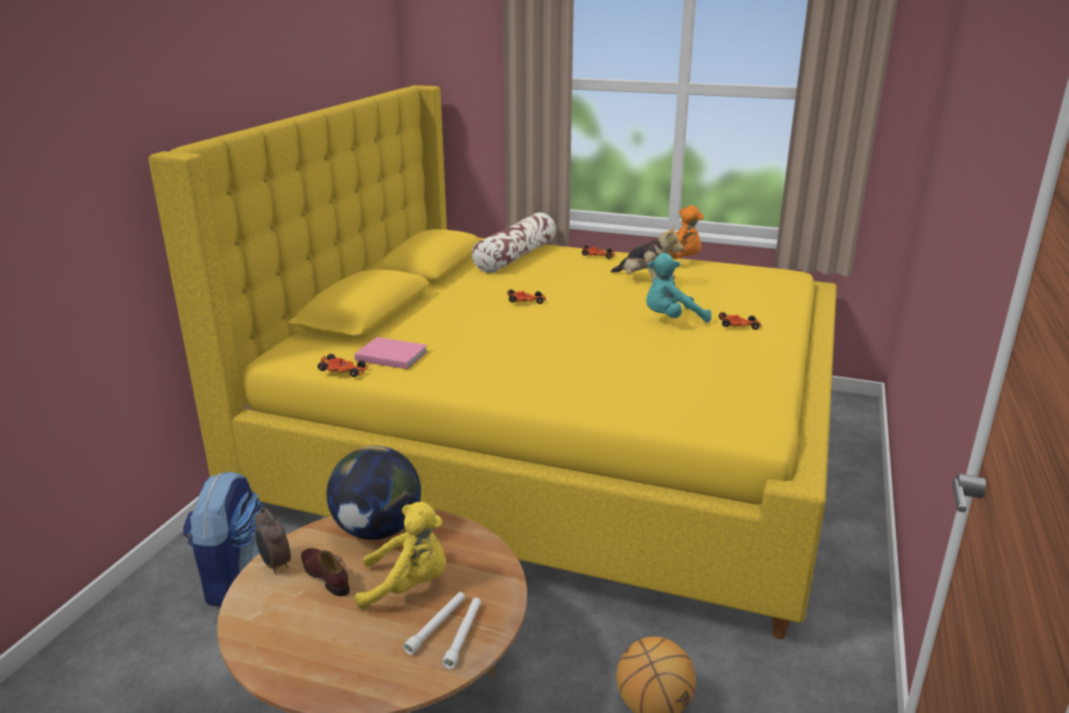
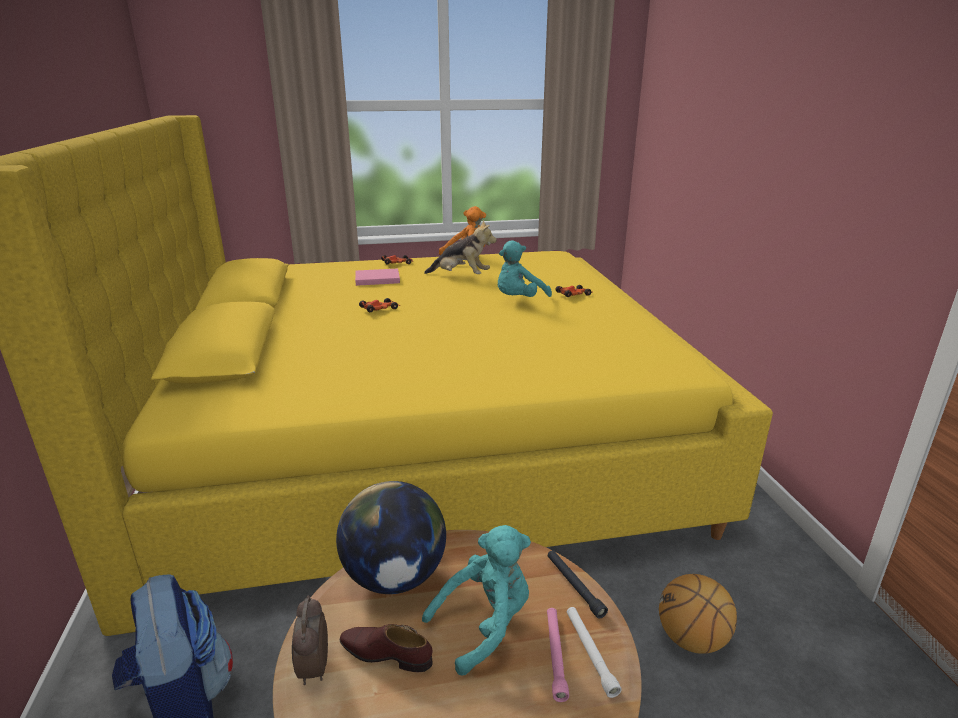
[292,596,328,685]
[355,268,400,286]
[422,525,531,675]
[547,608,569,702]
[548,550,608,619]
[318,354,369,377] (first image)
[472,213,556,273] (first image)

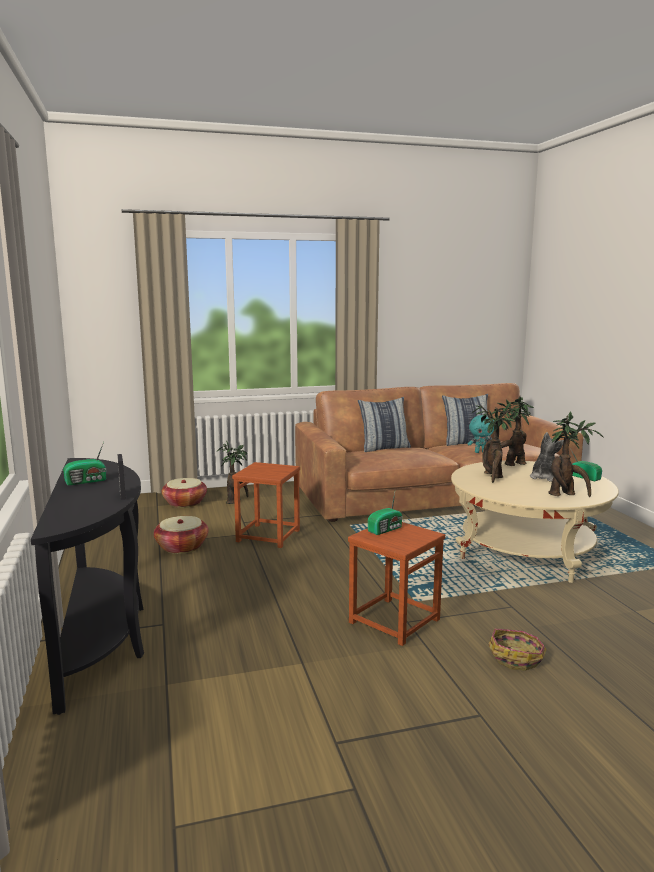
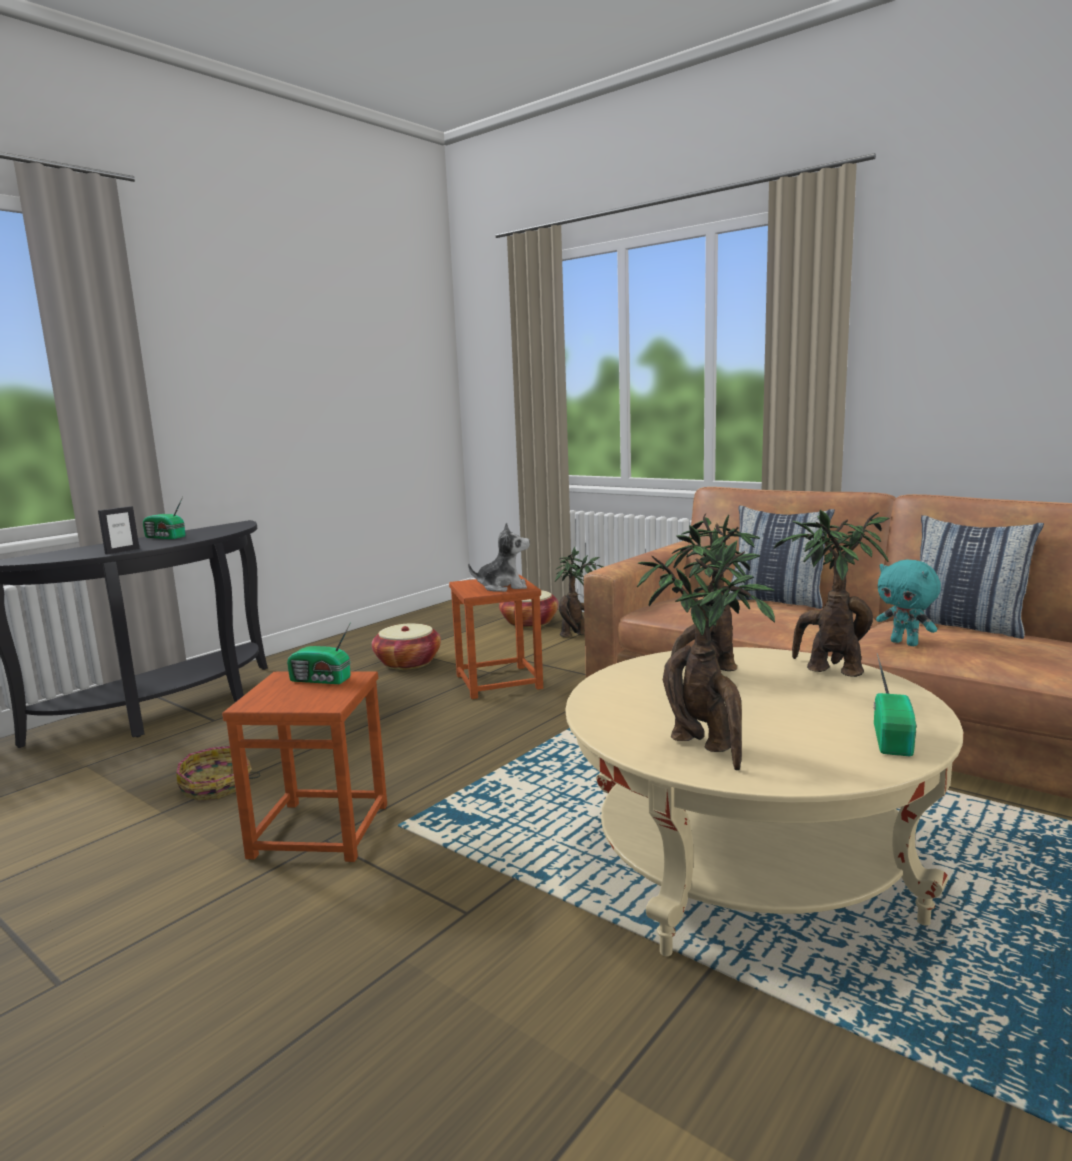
[176,746,261,801]
[468,522,530,592]

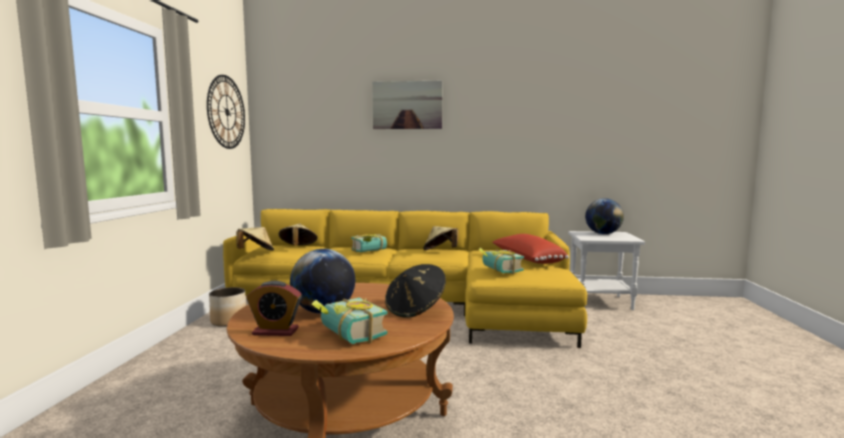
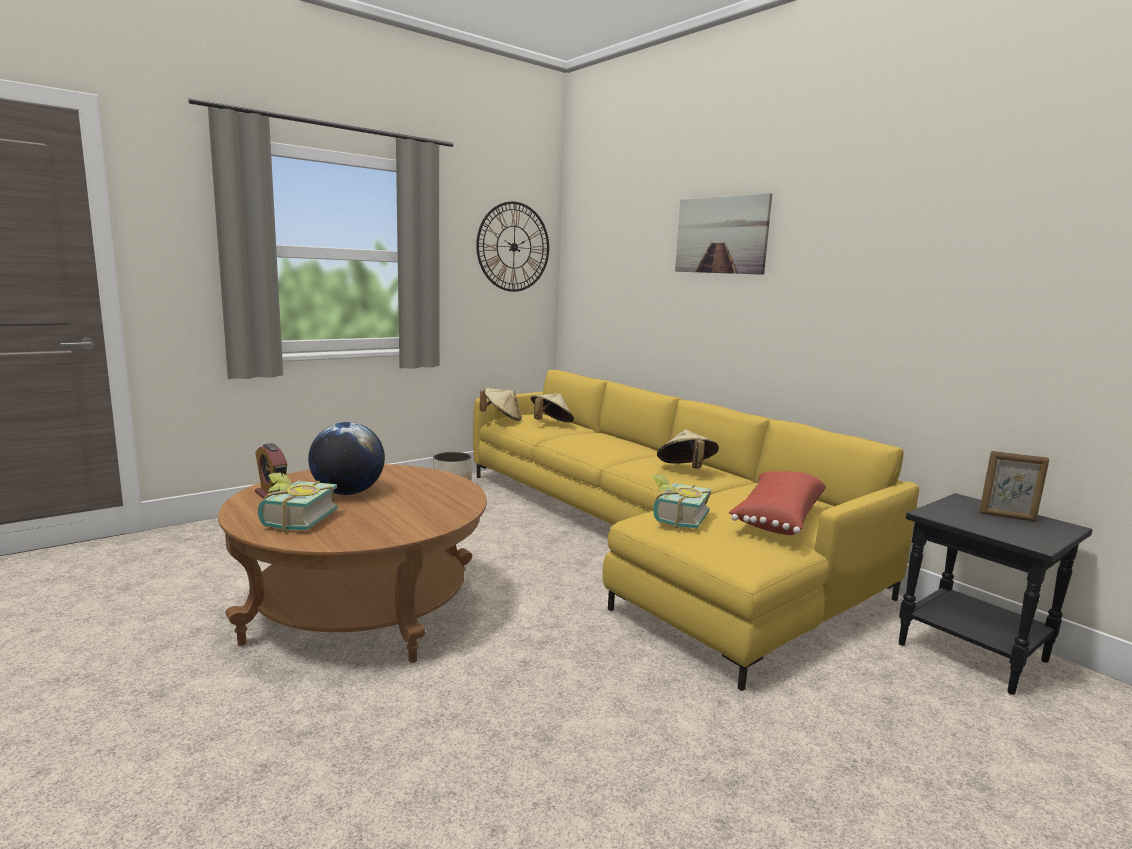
[899,493,1092,695]
[979,451,1049,522]
[351,234,387,252] (first image)
[385,264,446,318] (first image)

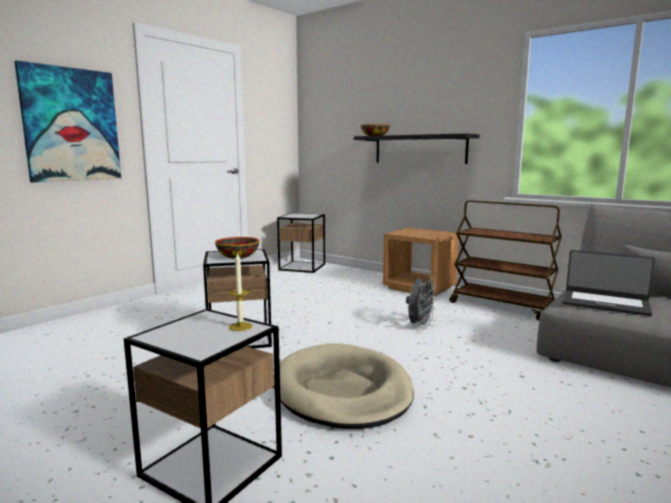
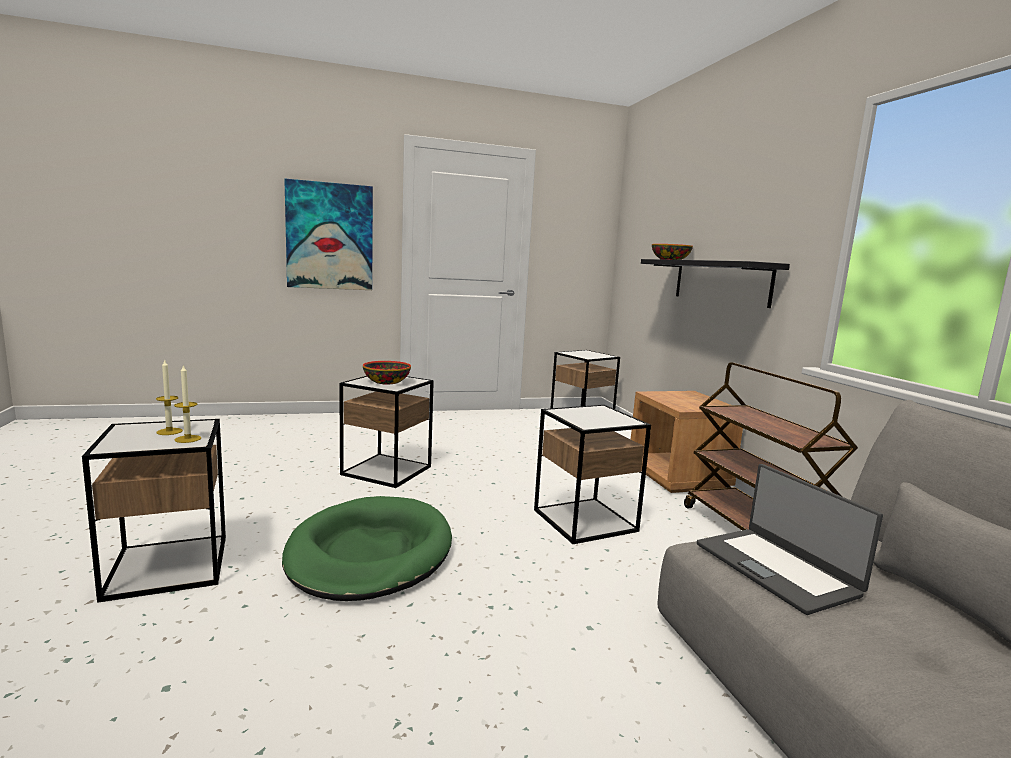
[156,359,183,435]
[282,496,452,601]
[534,405,651,544]

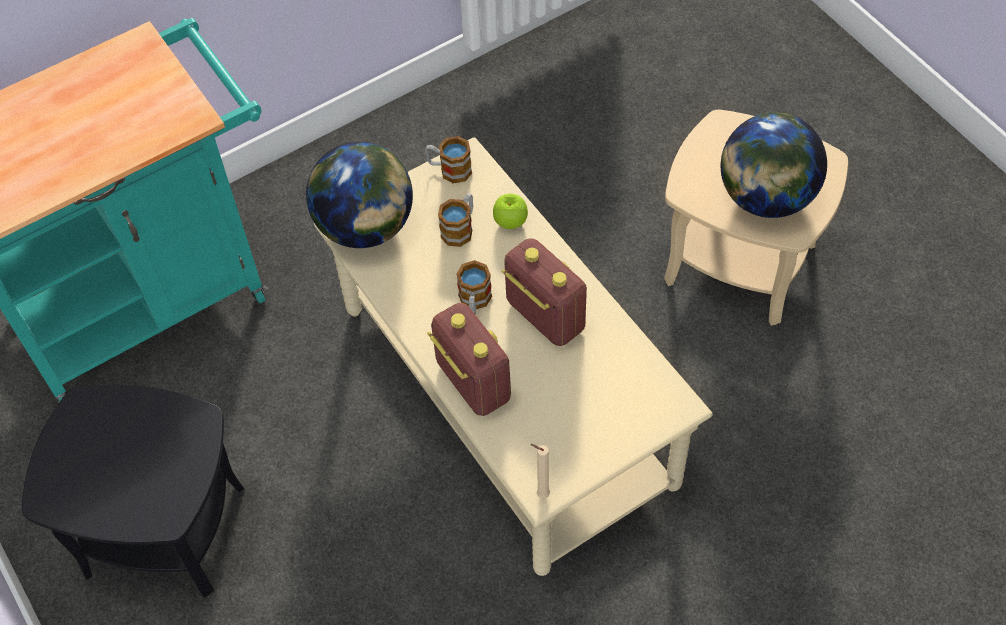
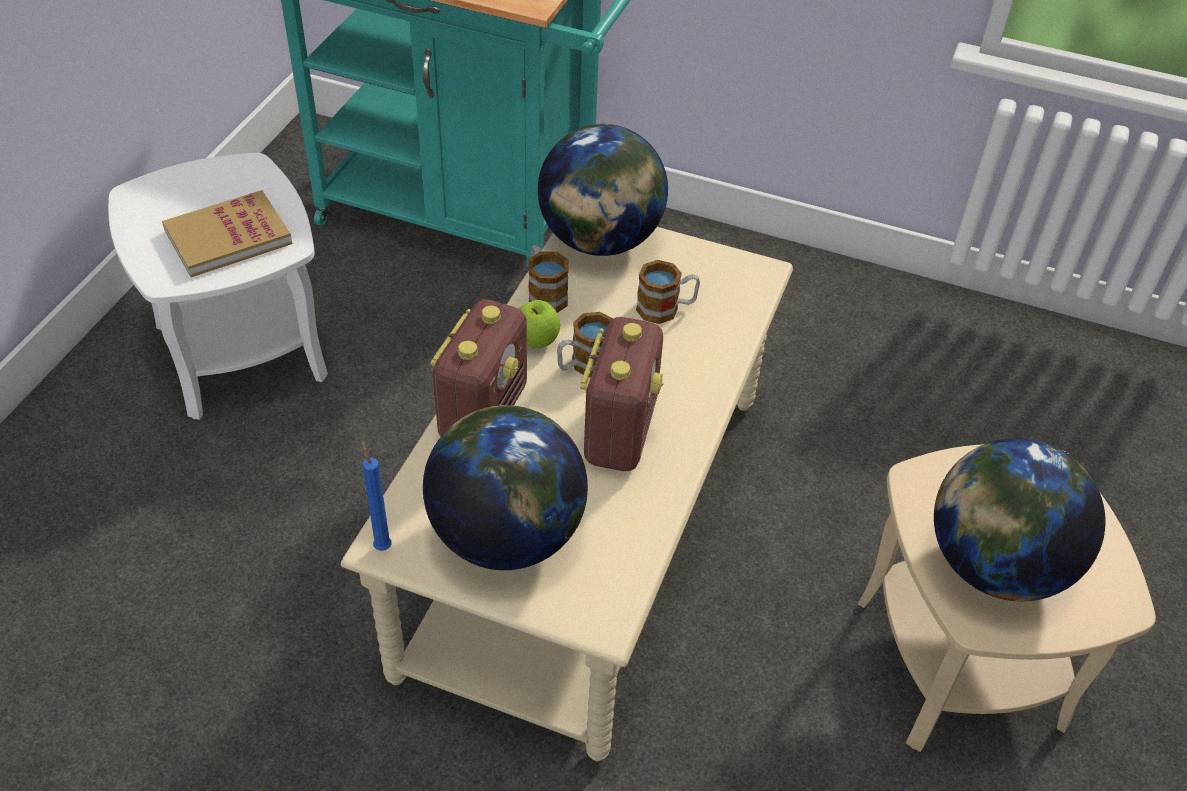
[108,153,328,420]
[162,190,292,277]
[362,442,392,551]
[423,405,588,570]
[519,300,560,348]
[528,245,569,313]

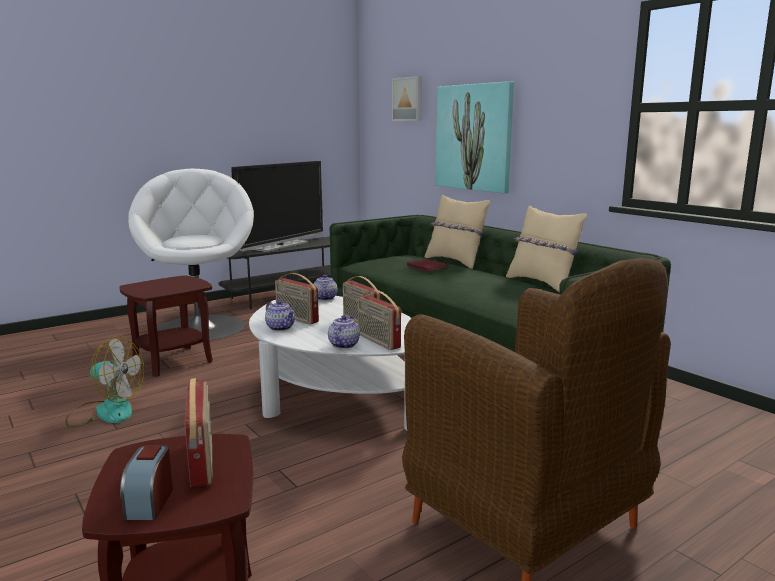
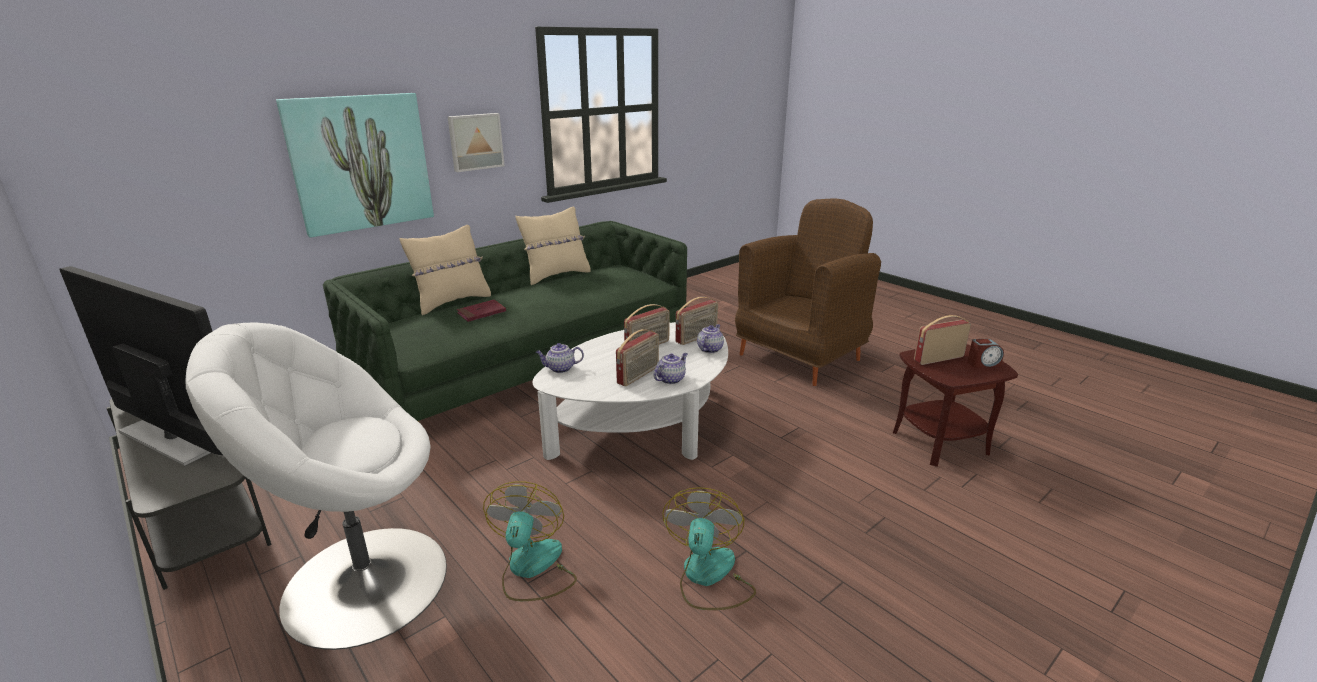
[447,113,505,172]
[483,481,577,601]
[697,324,724,353]

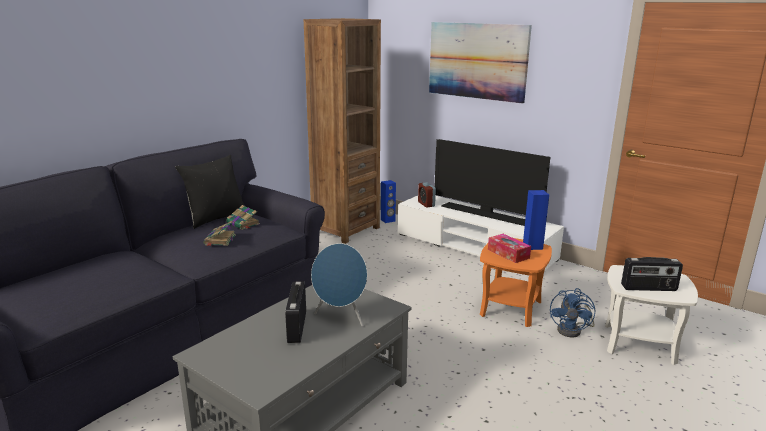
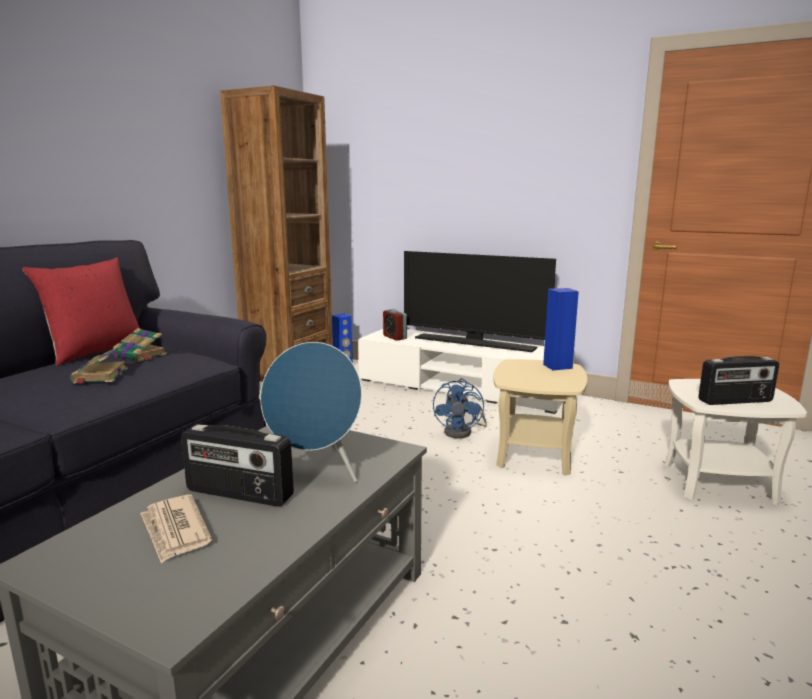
[22,258,139,366]
[140,494,212,563]
[181,424,294,507]
[433,378,487,438]
[493,359,587,476]
[429,22,532,104] (first image)
[488,234,531,263] (first image)

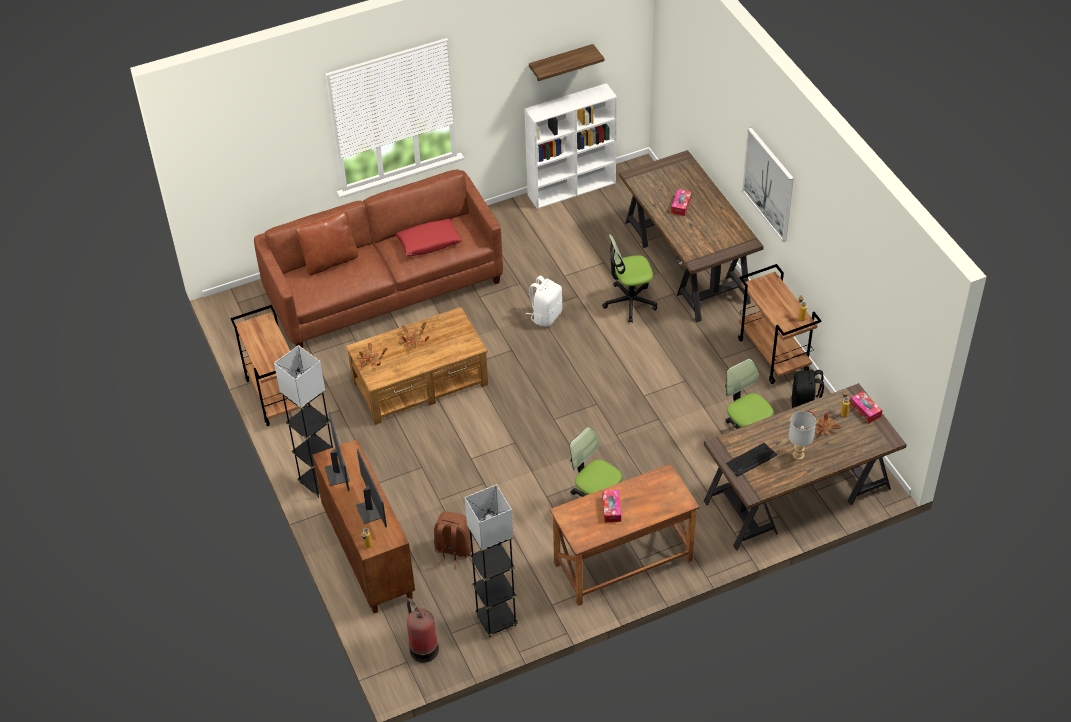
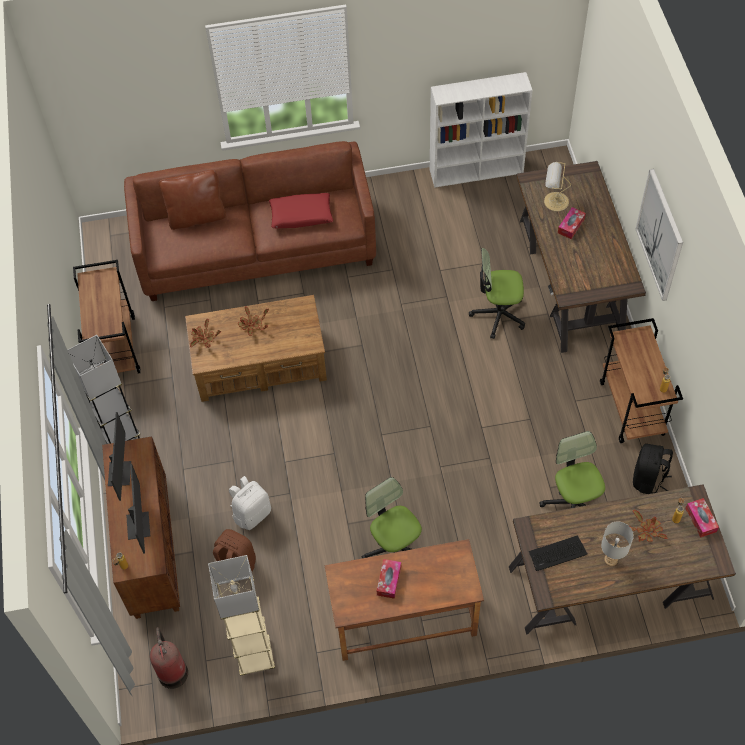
[208,555,275,675]
[229,476,271,530]
[544,162,571,211]
[529,44,604,81] (first image)

